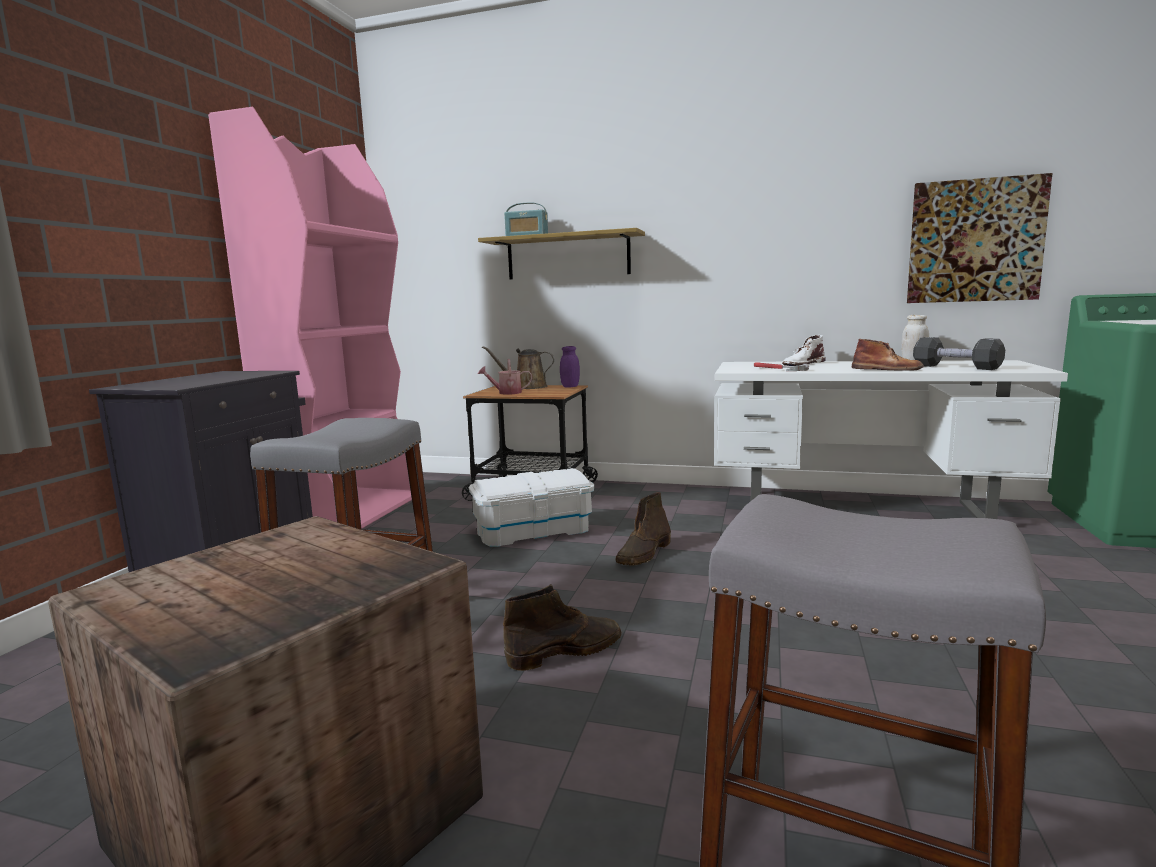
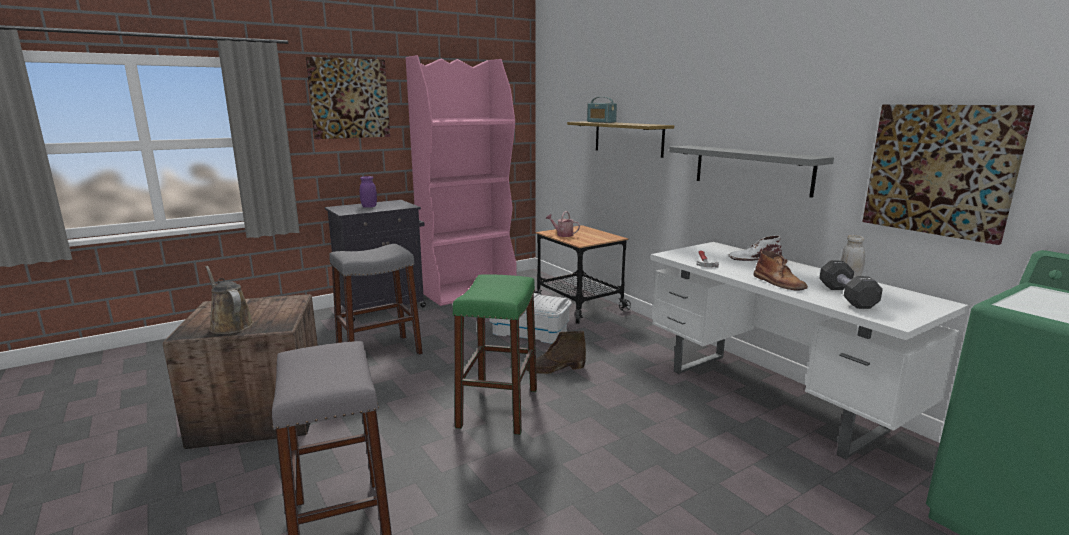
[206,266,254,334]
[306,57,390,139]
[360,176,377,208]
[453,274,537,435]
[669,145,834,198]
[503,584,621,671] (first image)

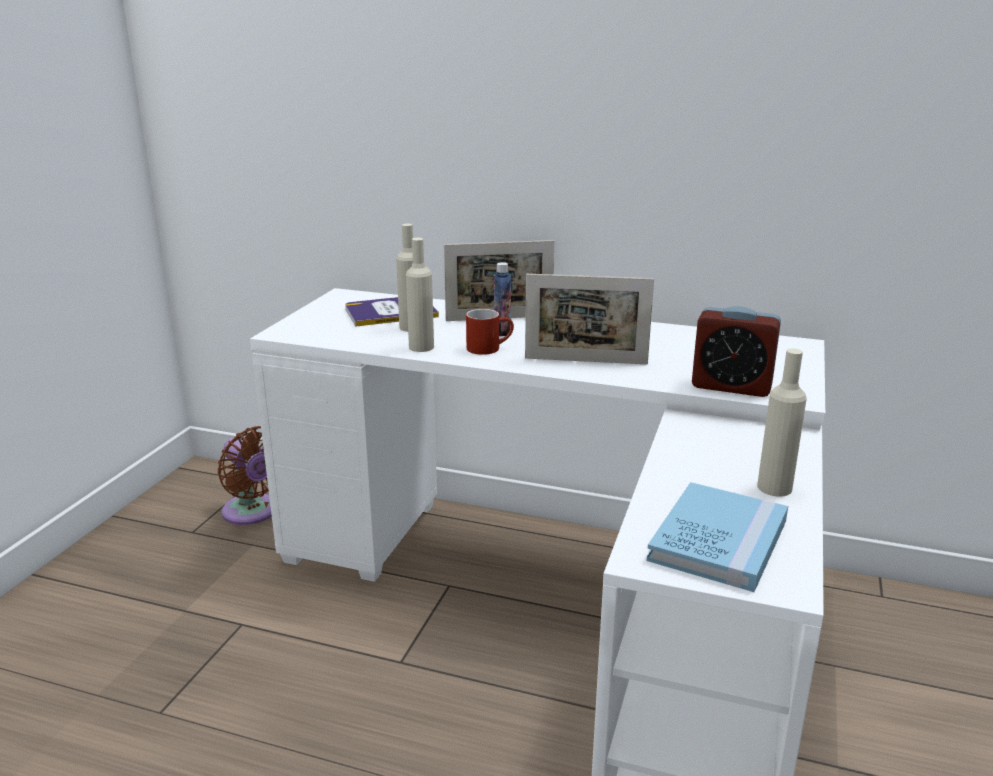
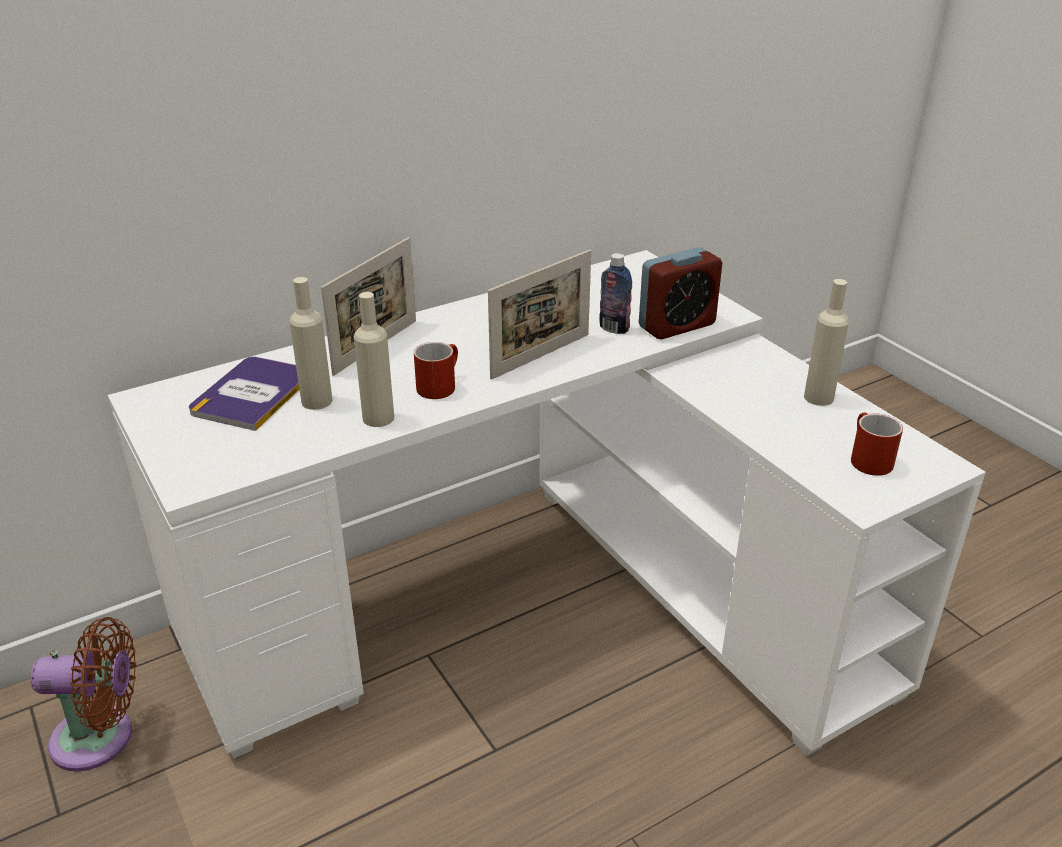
[599,253,632,334]
[851,413,903,476]

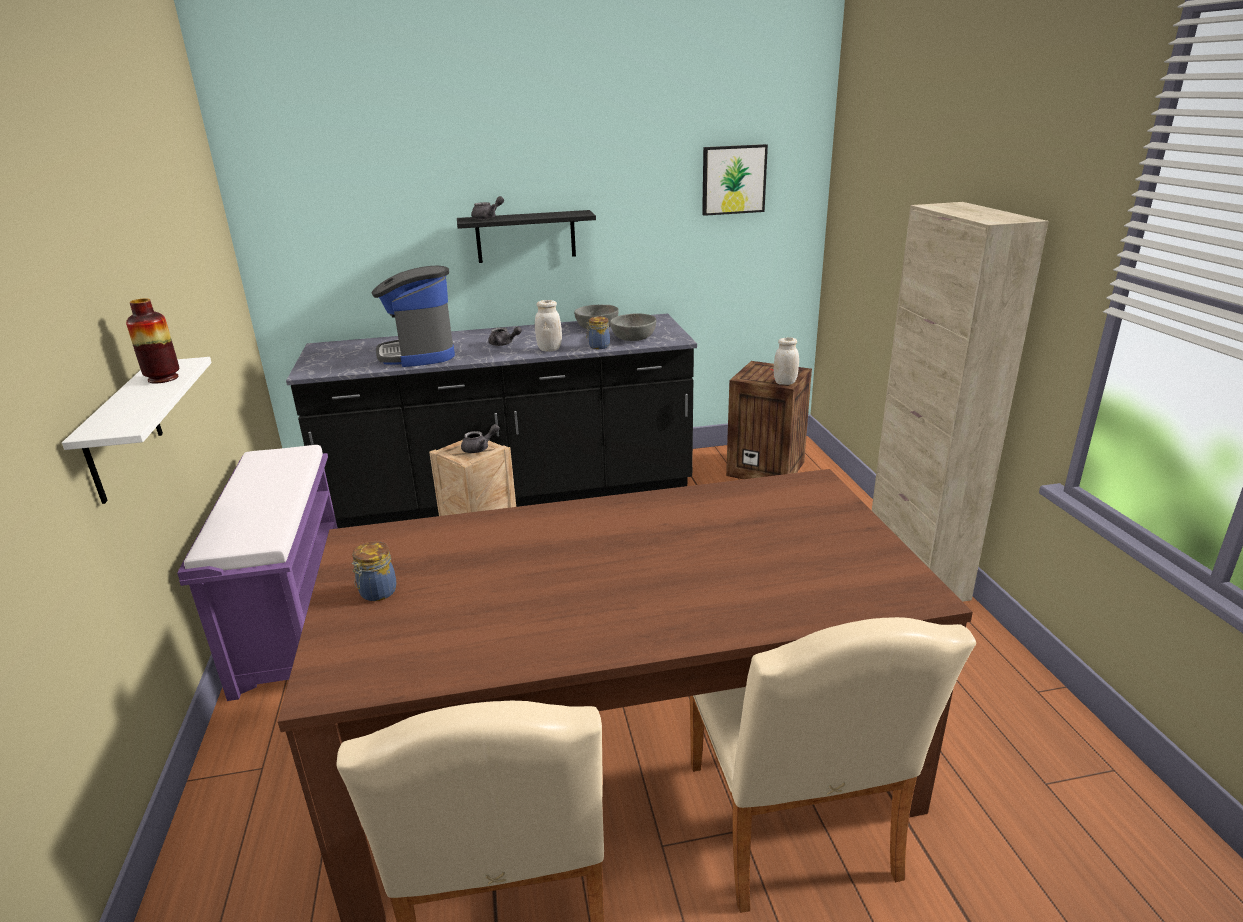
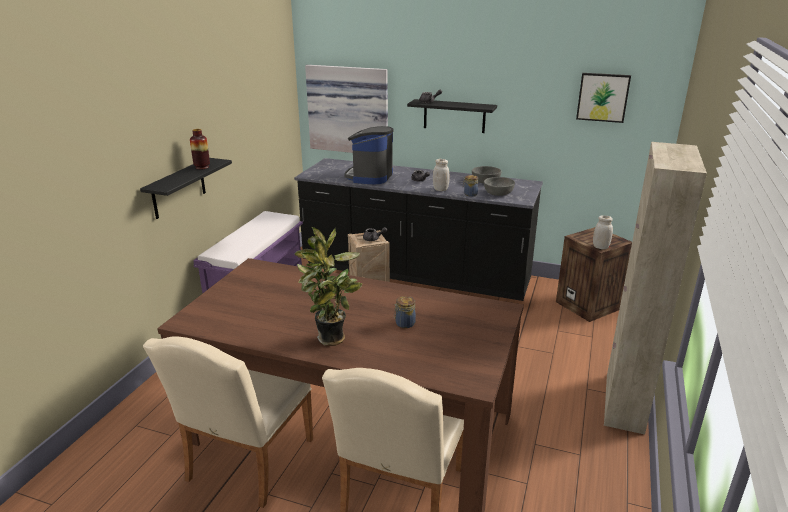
[140,158,232,219]
[294,227,362,346]
[305,65,388,153]
[394,296,416,328]

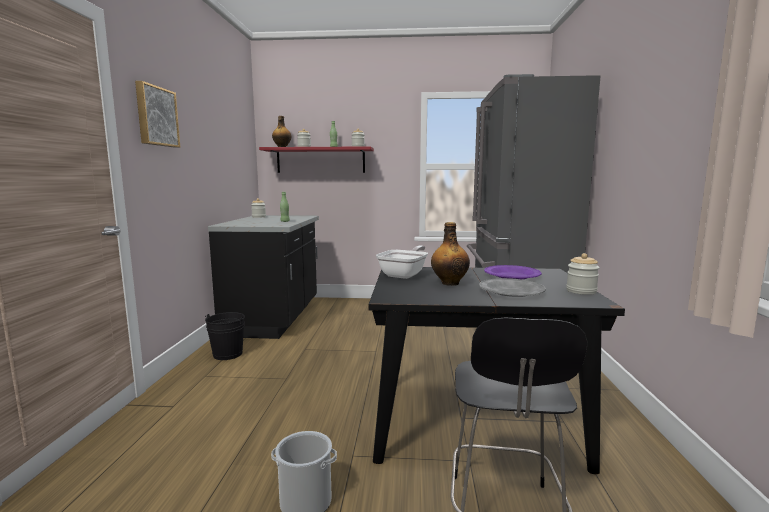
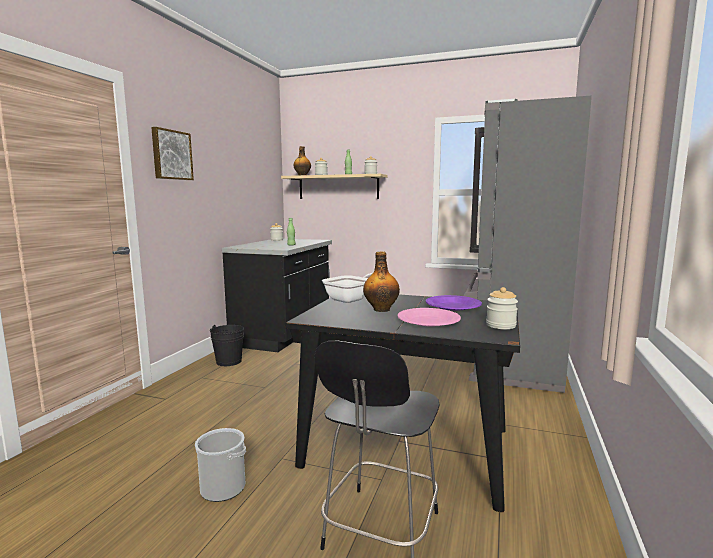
[281,174,388,199]
[398,308,461,327]

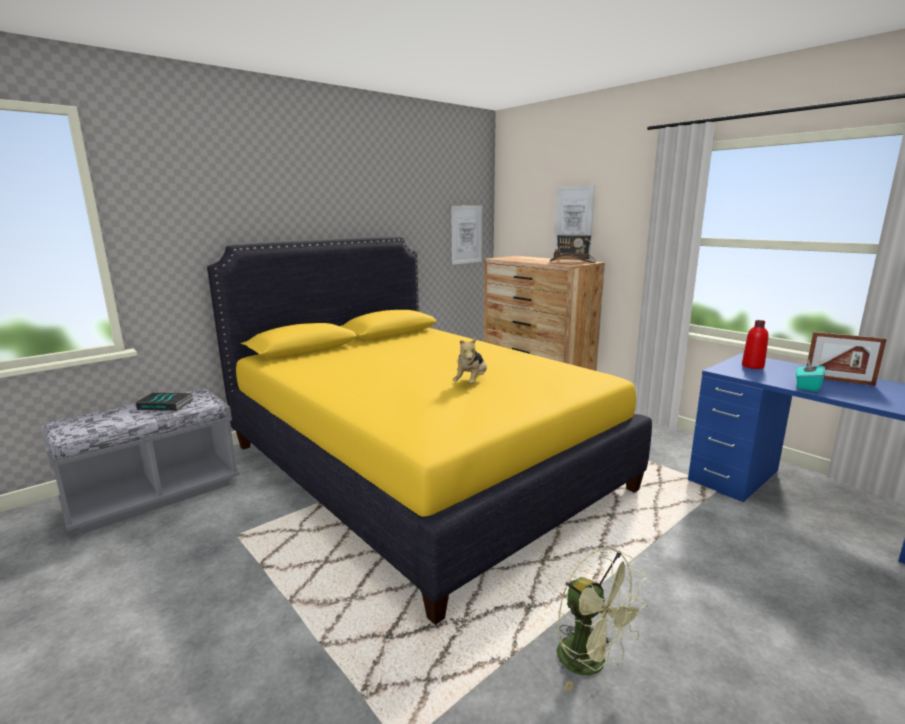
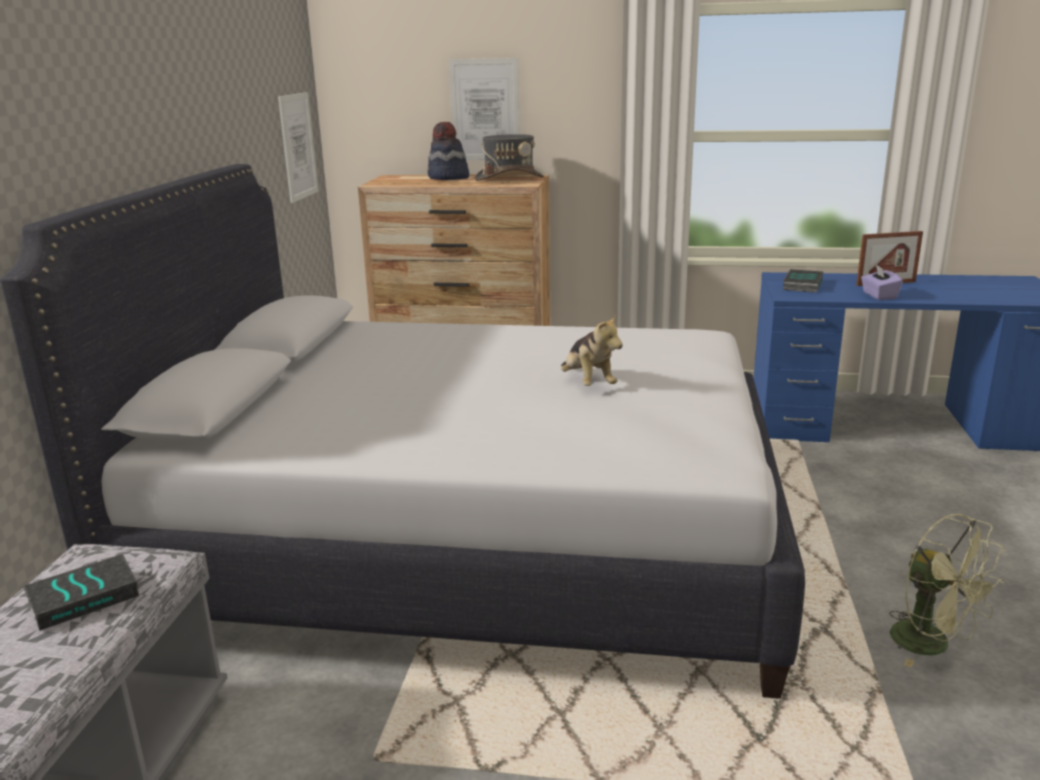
[0,164,805,699]
[428,122,469,180]
[782,269,823,293]
[861,265,903,300]
[889,514,1005,668]

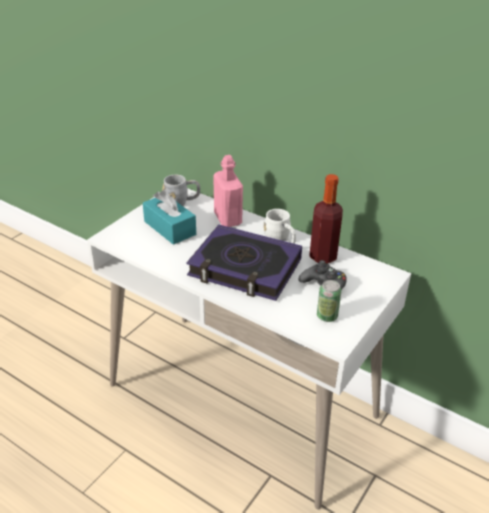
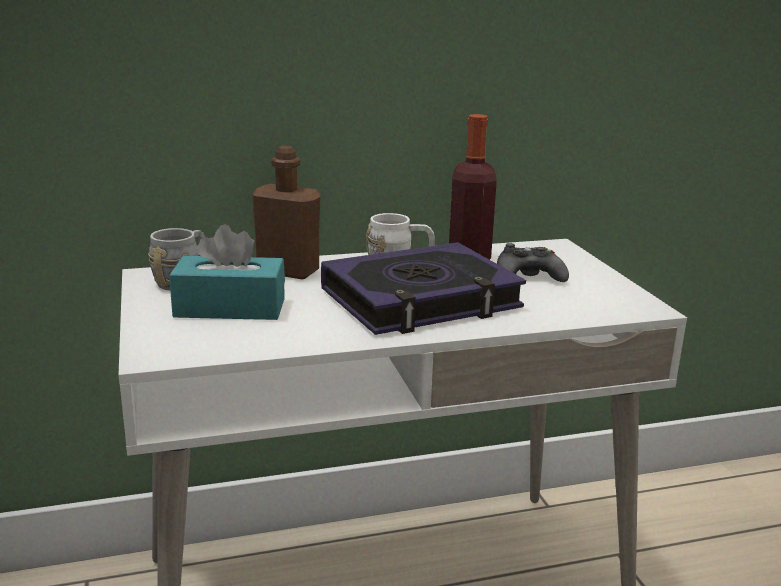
[252,146,321,279]
[317,280,341,322] (first image)

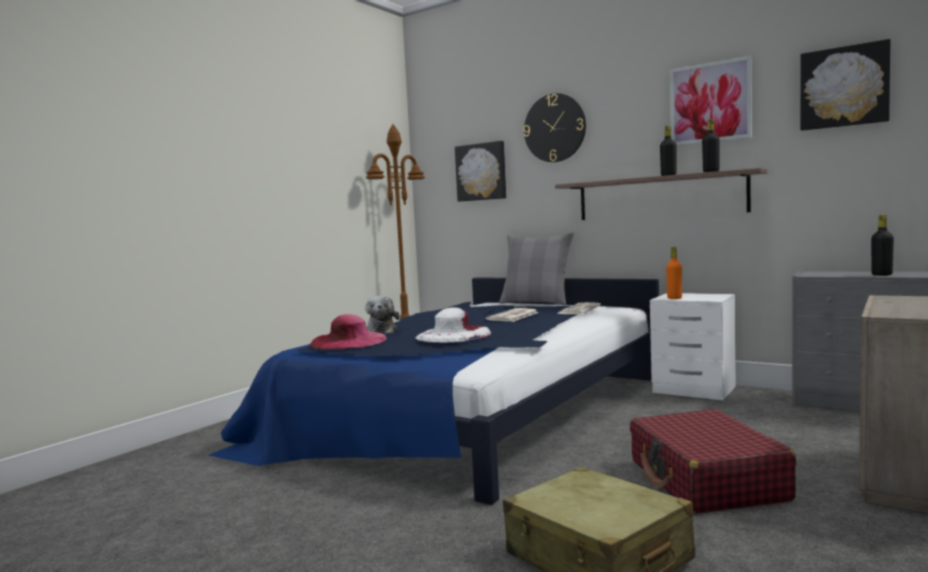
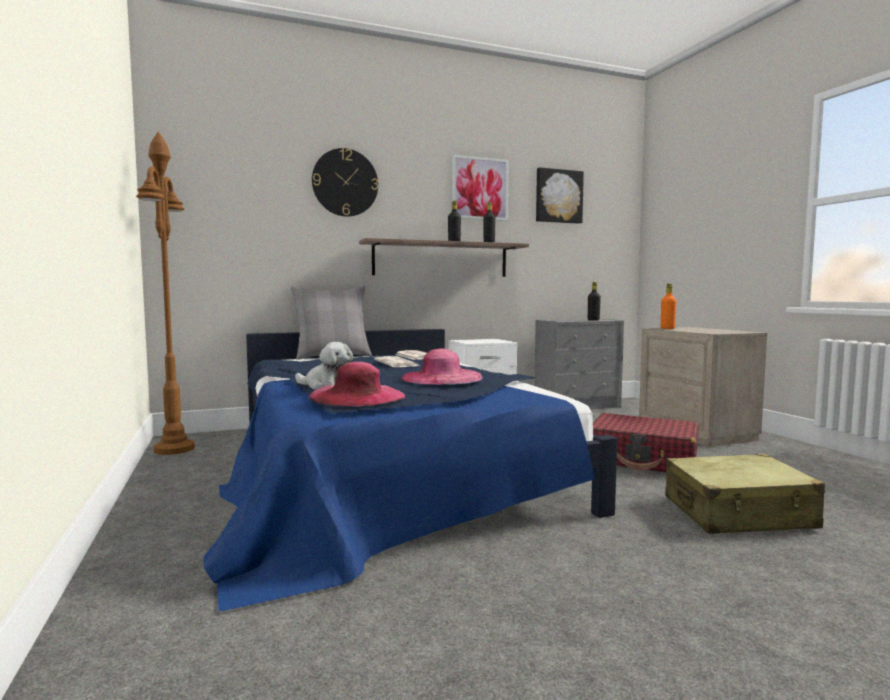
[401,348,483,385]
[661,284,677,329]
[455,141,506,202] (first image)

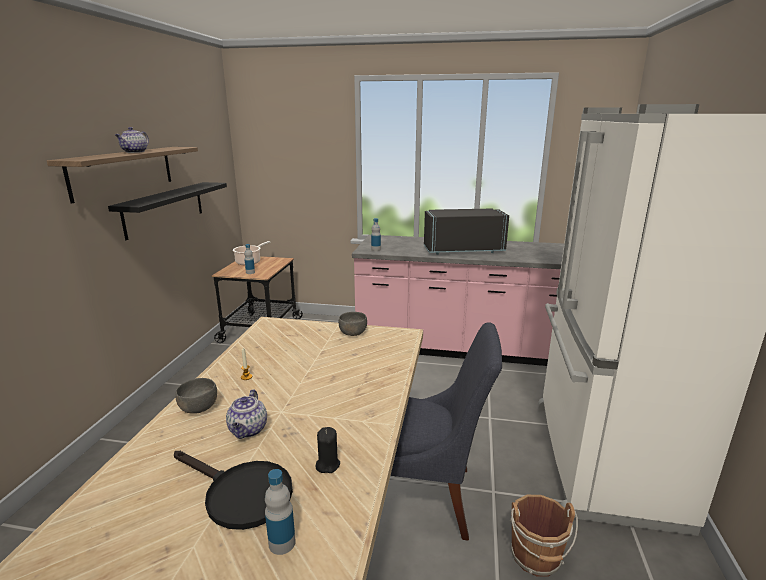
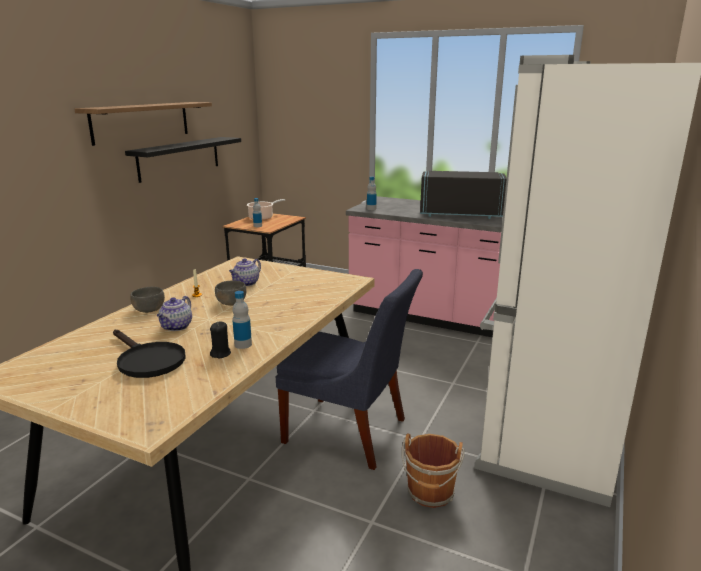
[215,280,246,306]
[229,258,261,286]
[232,291,252,349]

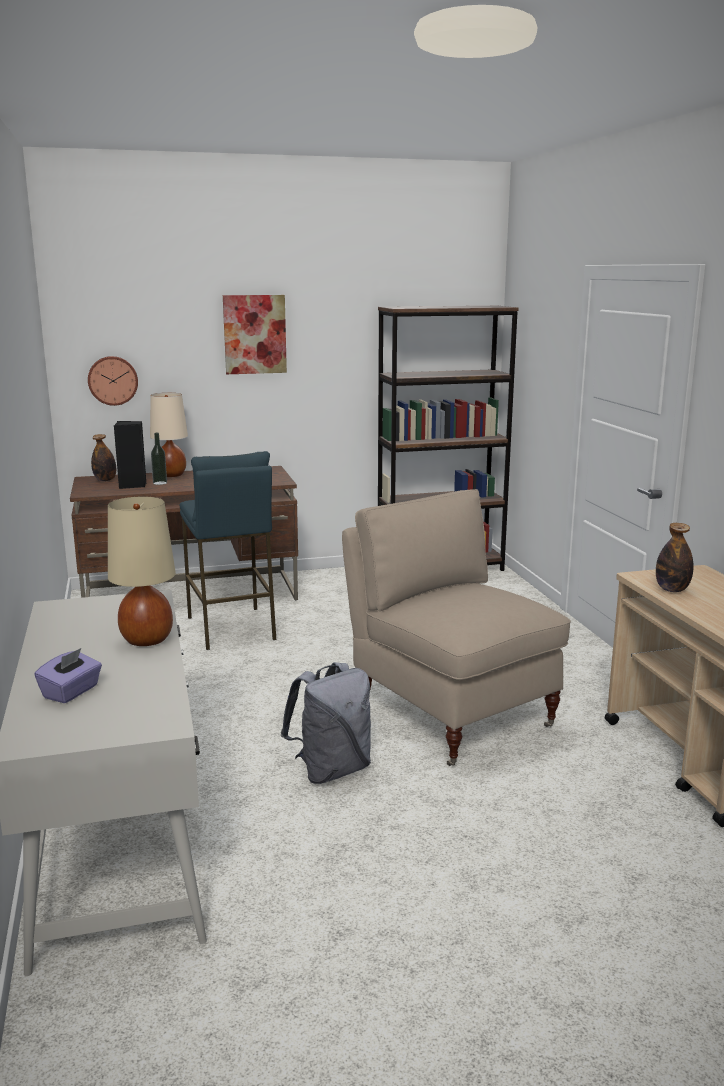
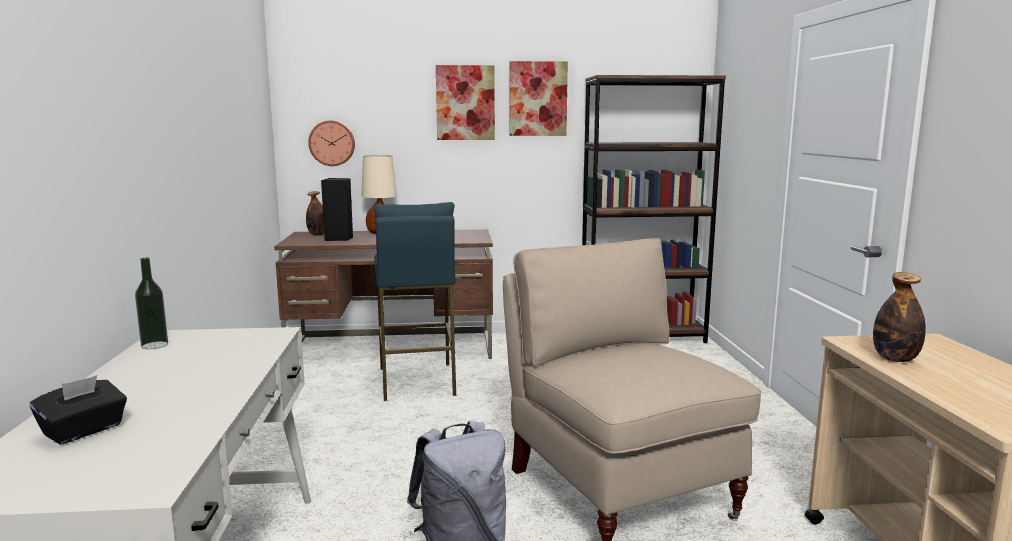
[30,375,127,445]
[135,258,168,349]
[510,61,568,136]
[108,497,176,646] (first image)

